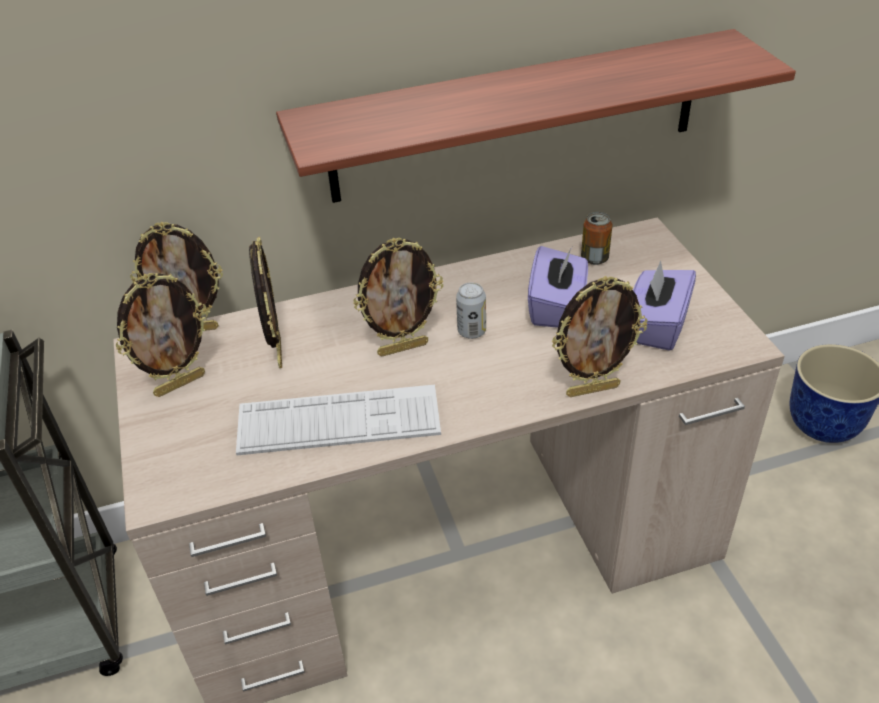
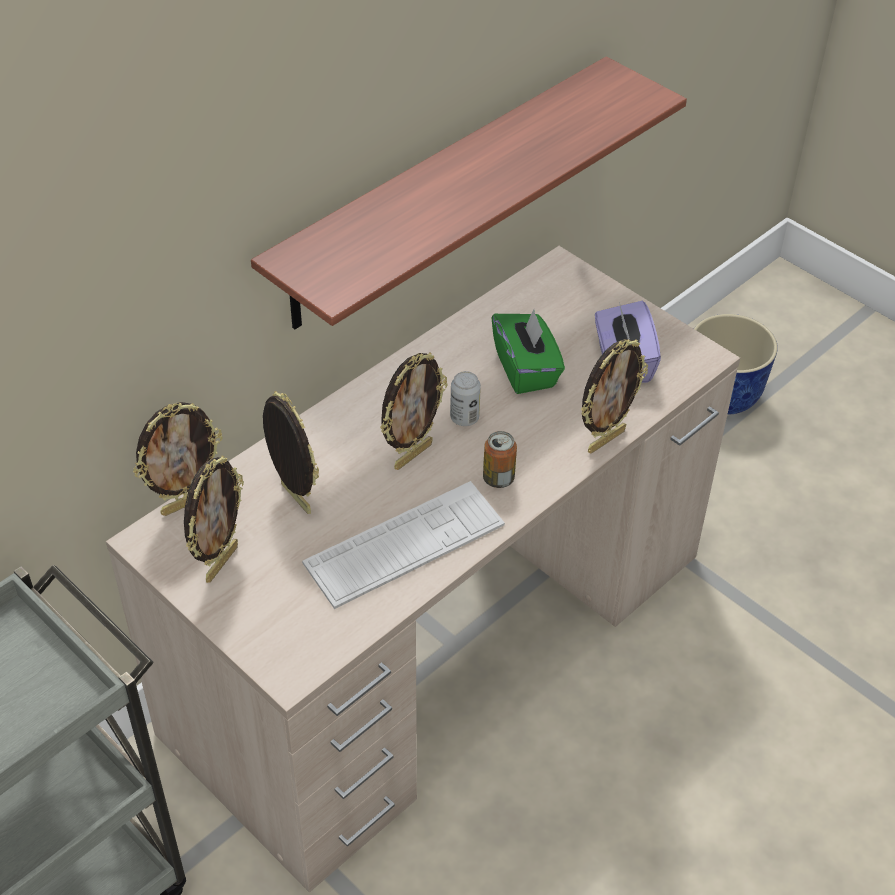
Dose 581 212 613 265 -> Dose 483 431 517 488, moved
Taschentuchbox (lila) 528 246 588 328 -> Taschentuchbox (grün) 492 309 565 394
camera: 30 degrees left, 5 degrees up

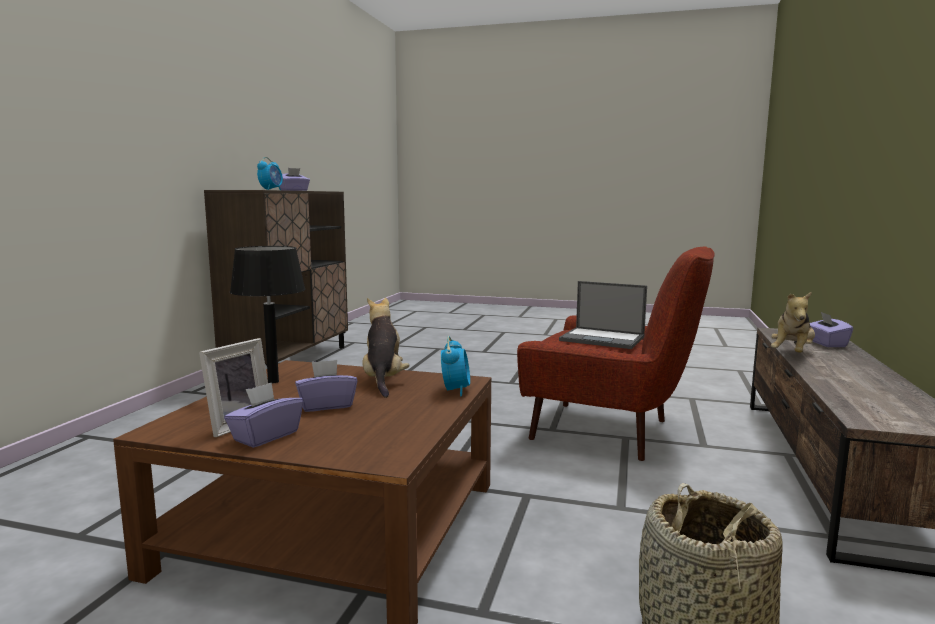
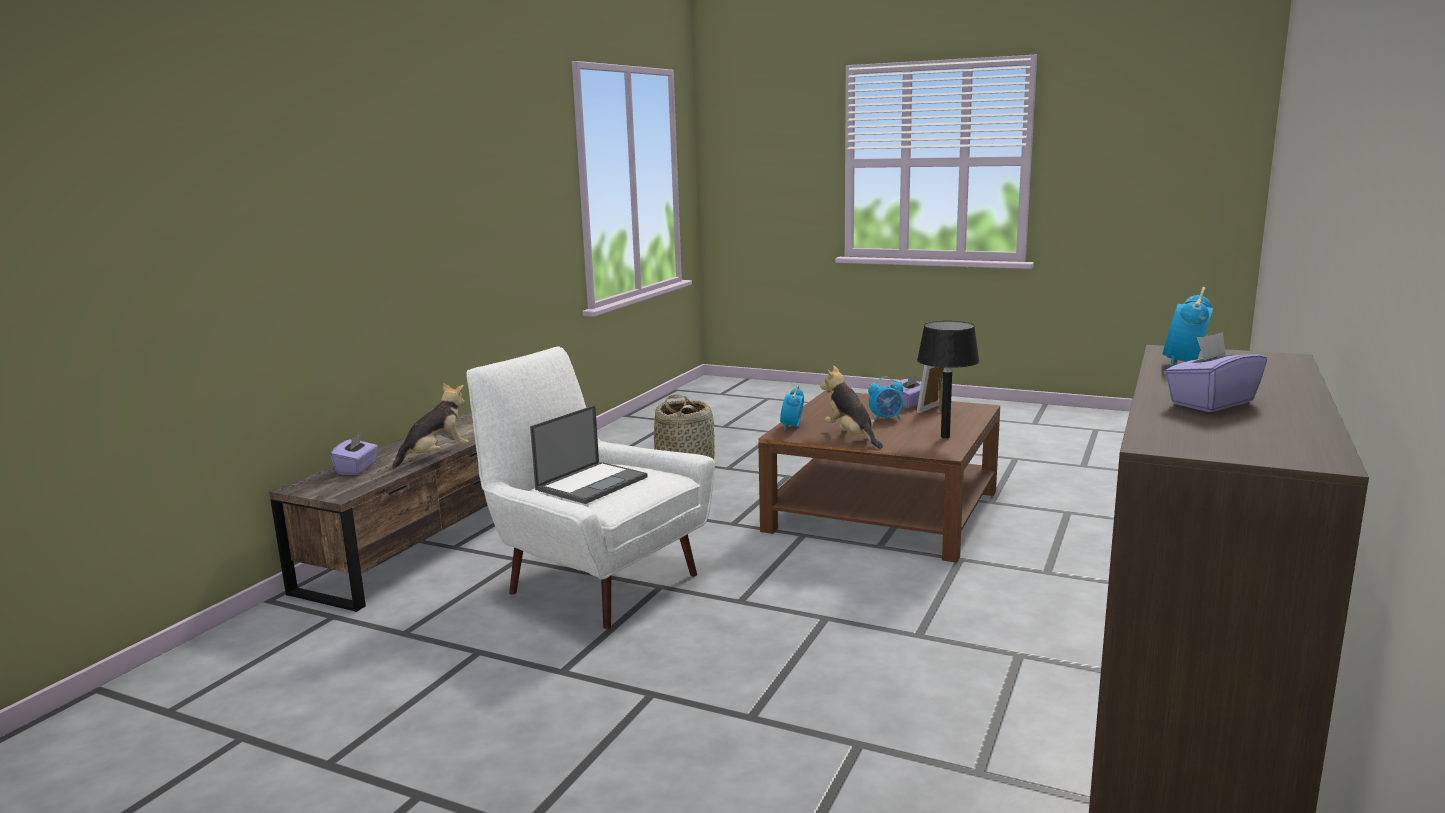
Sessel (rot) 517 246 715 461 -> Sessel (weiß) 466 346 715 629
Laptop 559 281 647 349 -> Laptop 530 405 648 504, 90 degrees clockwise
Plüschtier 362 298 409 398 -> Plüschtier 820 366 883 448, 150 degrees clockwise
Taschentuchbox (lila) 295 360 357 412 -> Wecker 868 377 903 421
camera: 170 degrees left, 5 degrees up

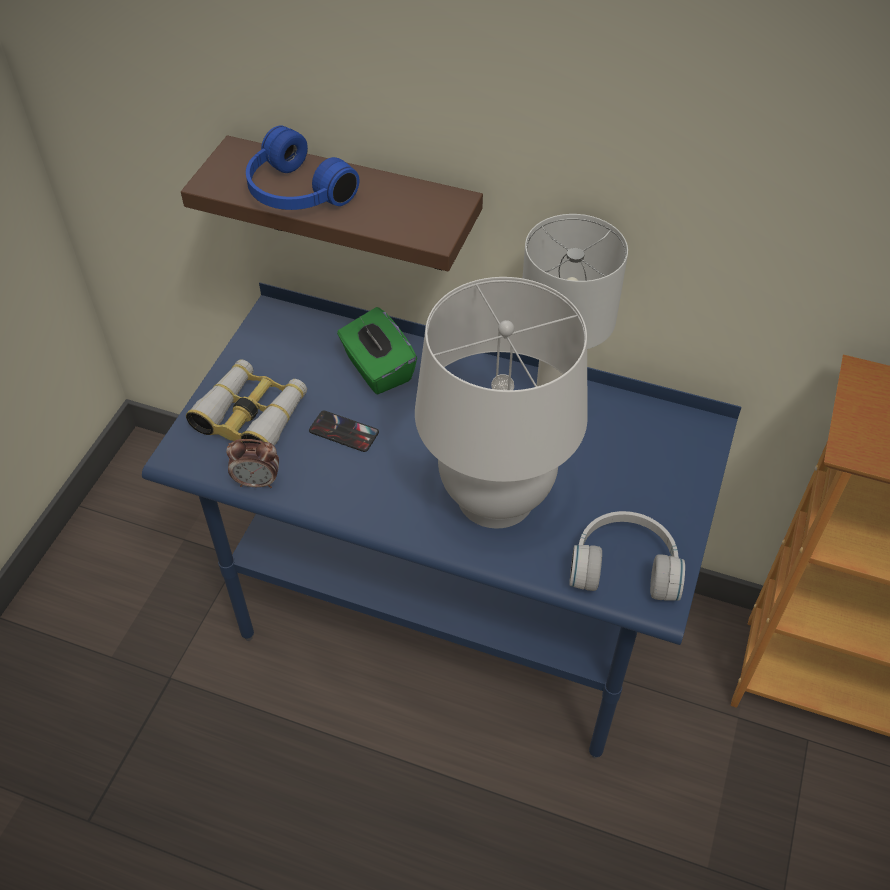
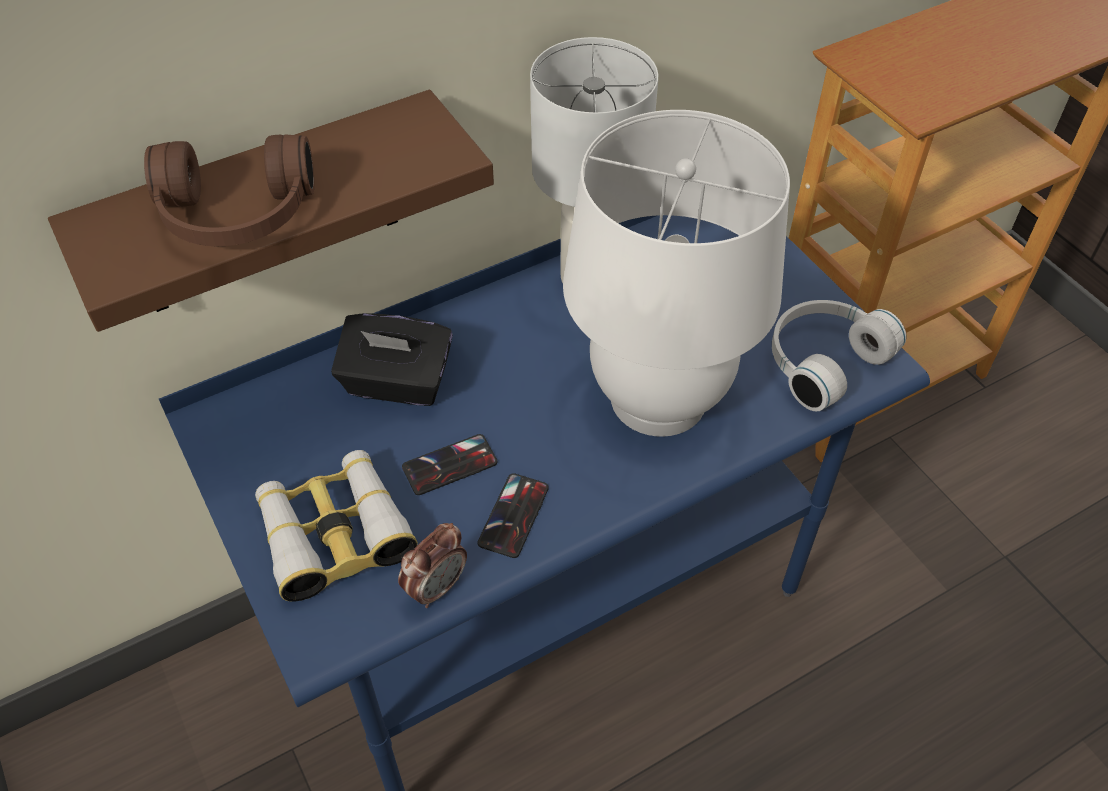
Kopfhörer (blau) 246 125 359 210 -> Kopfhörer (braun) 144 134 314 246
Taschentuchbox (grün) 337 307 417 394 -> Taschentuchbox (schwarz) 331 313 453 406
none -> Handy 478 473 549 558
camera: 50 degrees left, 0 degrees up

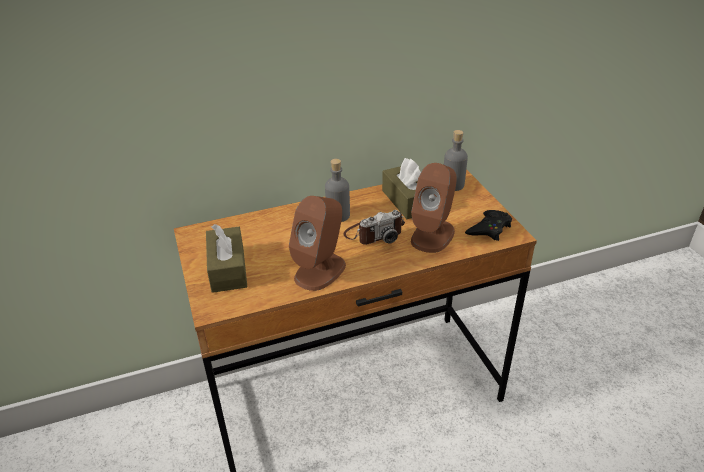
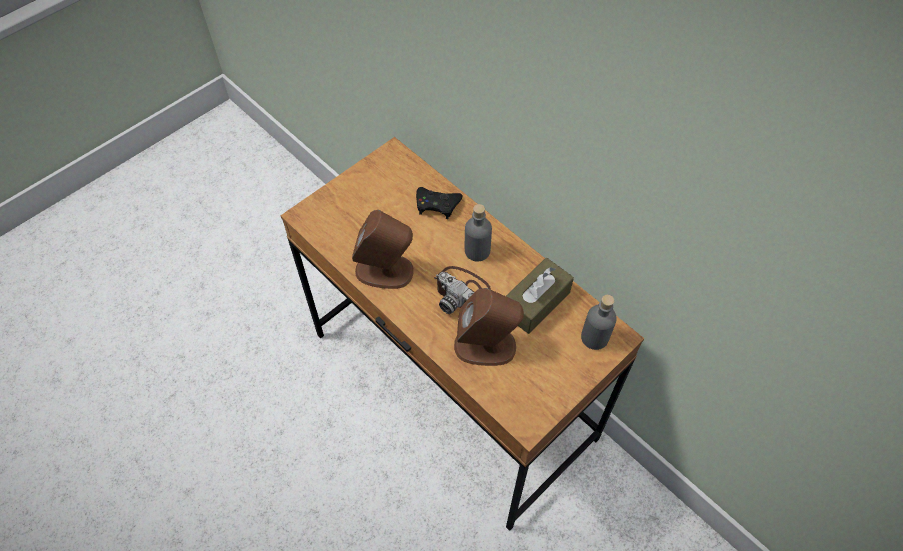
Gamepad (schwarz) 465 210 512 241 -> Gamepad (schwarz) 416 187 463 219, moved
Taschentuchbox (braun) 206 224 247 293 -> none
camera: 65 degrees right, 20 degrees up

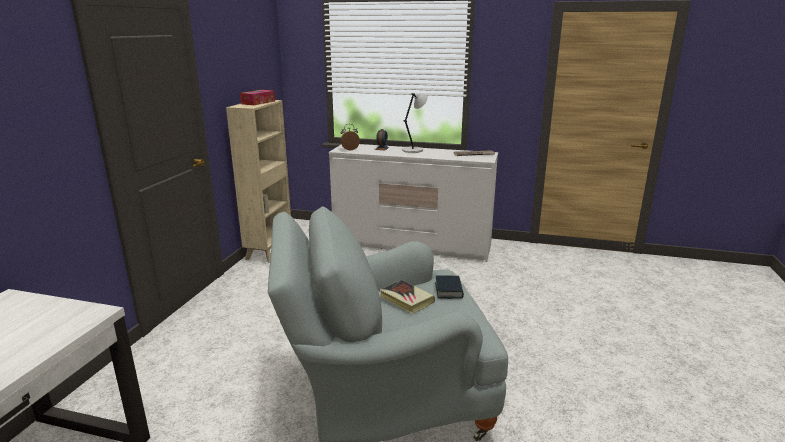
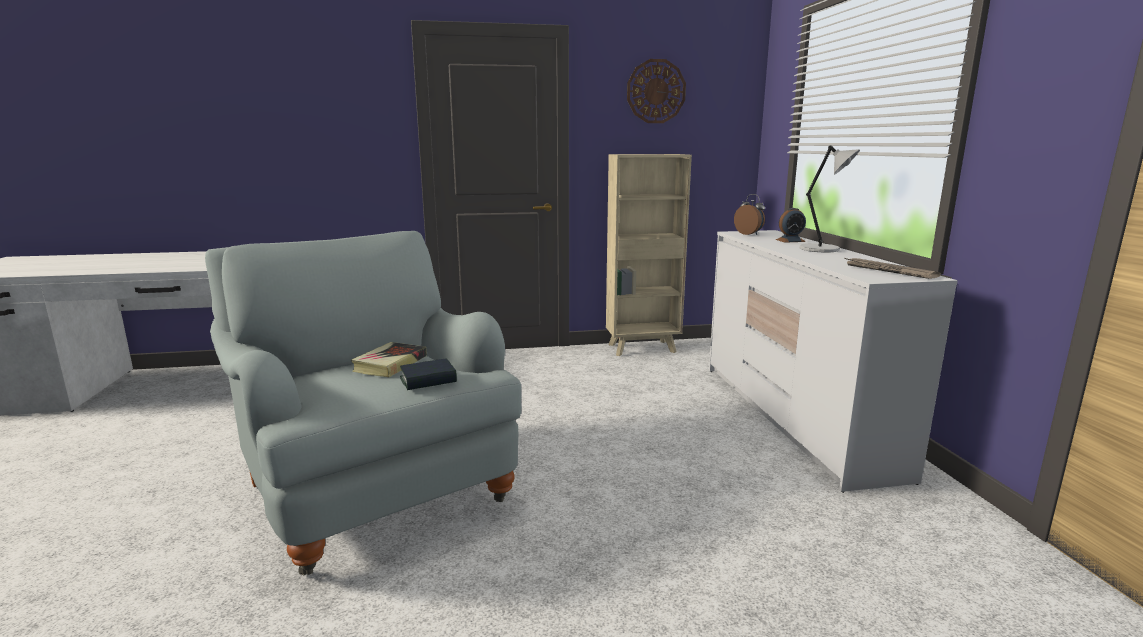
none -> Wanduhr 627 59 686 123
Taschentuchbox 240 90 275 105 -> none
camera: 65 degrees right, 5 degrees down

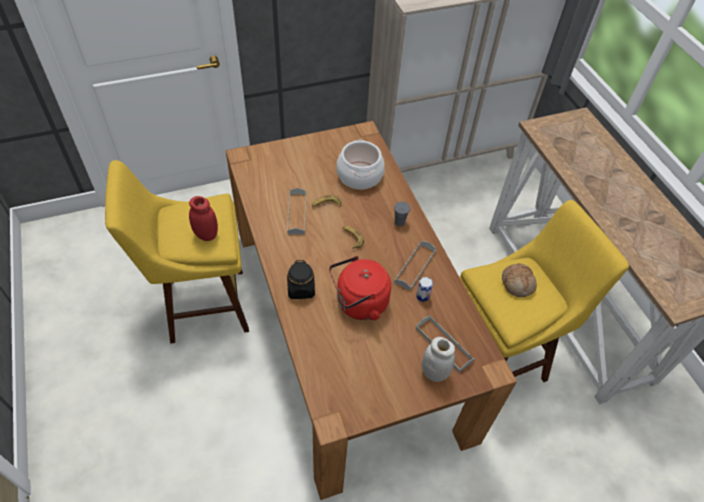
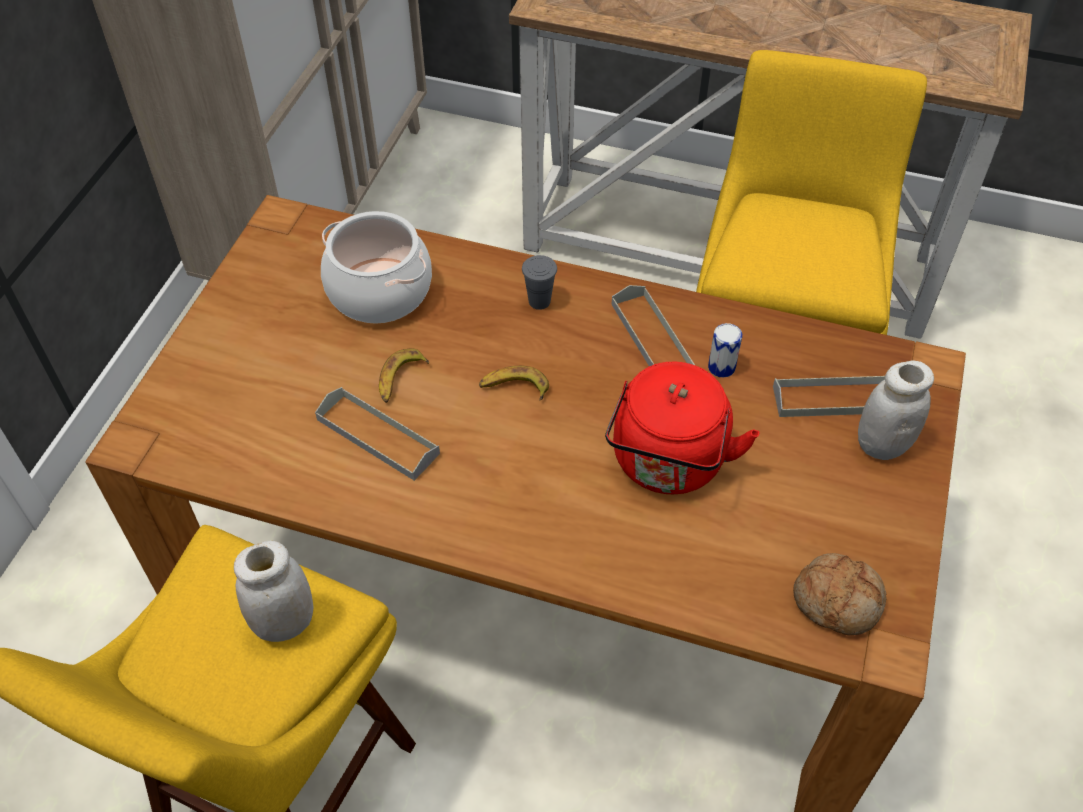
Vorratsglas (rot) 189 196 218 241 -> Vorratsglas (weiß) 234 541 314 642
Brot 502 263 537 297 -> Brot 793 553 887 635, moved
Vorratsglas (schwarz) 287 260 315 299 -> none
camera: 50 degrees left, 0 degrees up

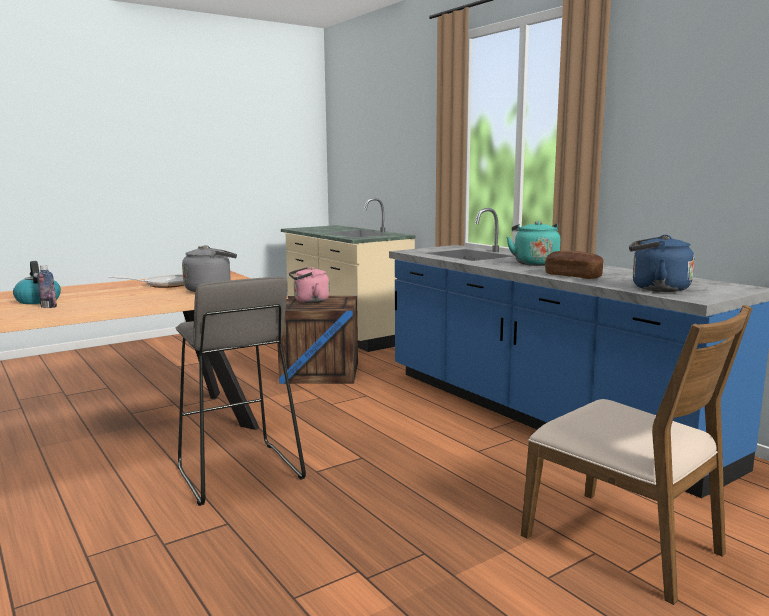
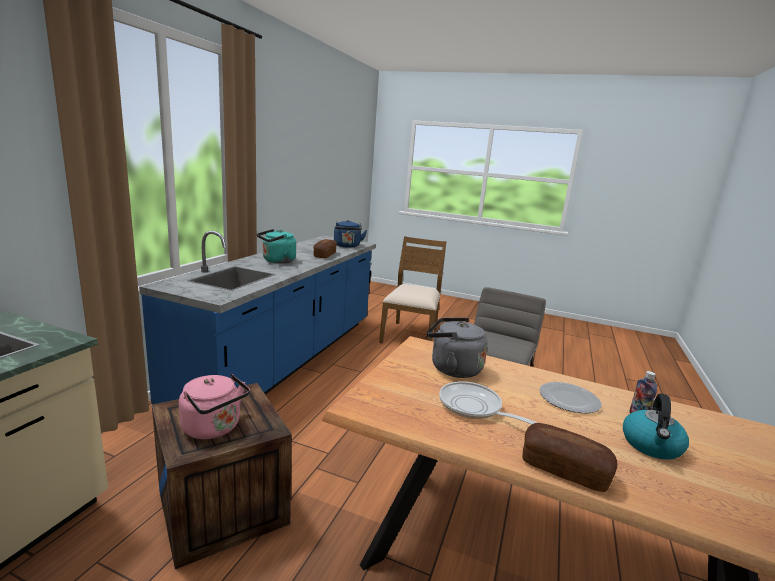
none -> Brot 522 423 617 492
none -> Teller 539 382 602 413
camera: 125 degrees left, 5 degrees up

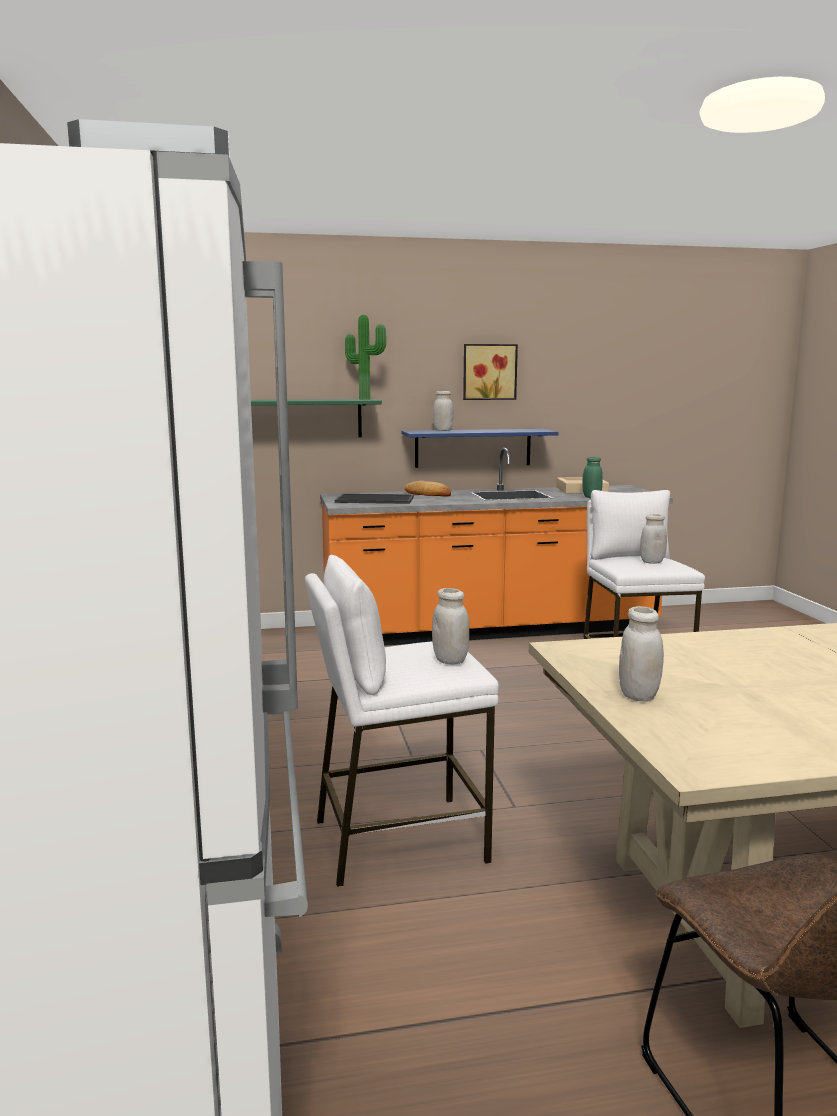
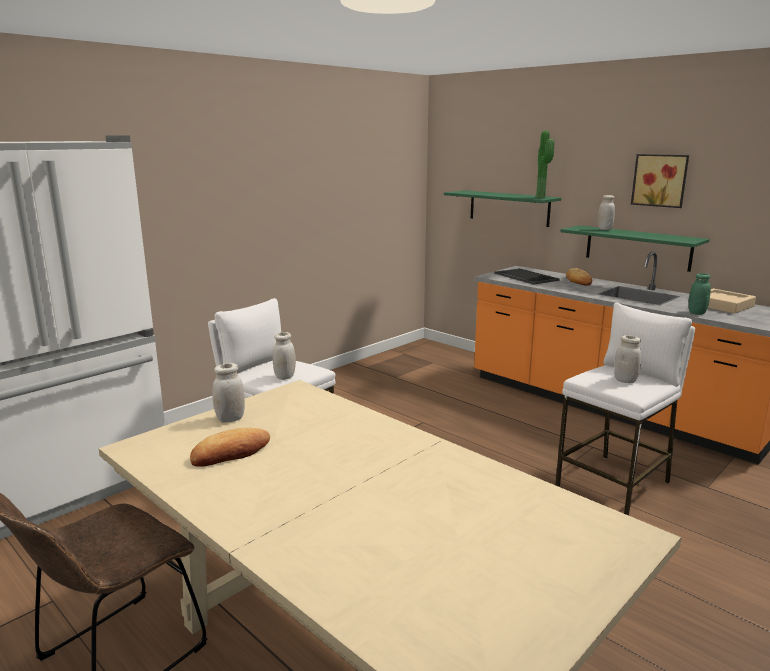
none -> Brot 190 428 270 467
Wandregal (blau) 401 429 559 468 -> Wandregal (grün) 560 225 710 272
camera: 55 degrees right, 5 degrees up

